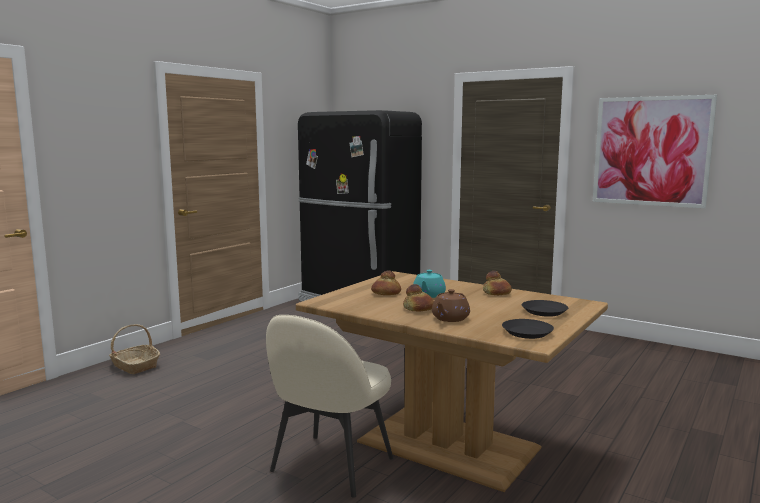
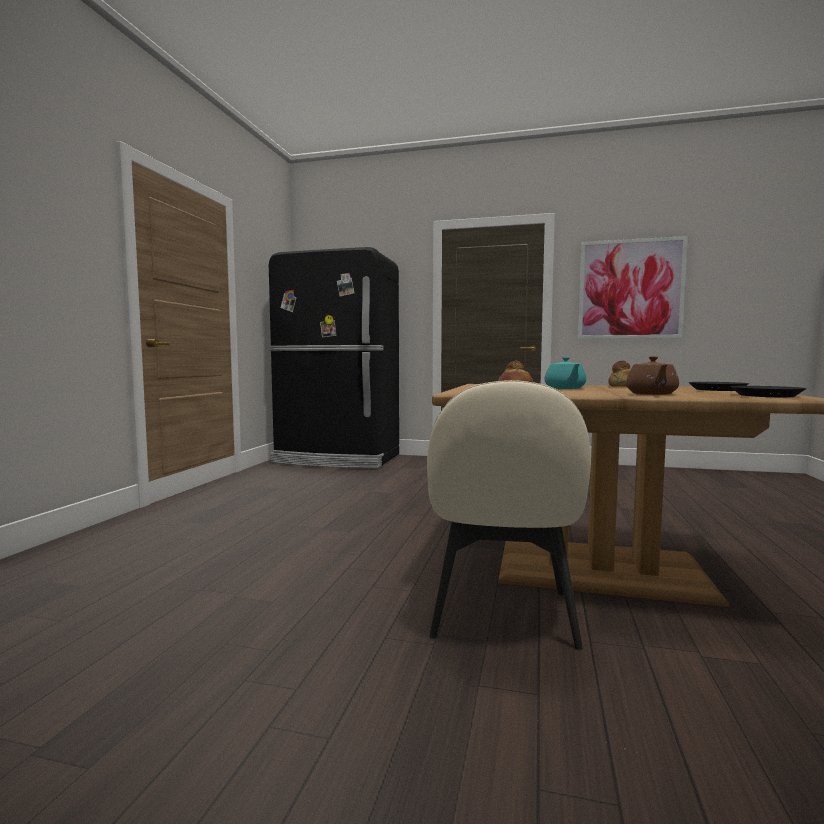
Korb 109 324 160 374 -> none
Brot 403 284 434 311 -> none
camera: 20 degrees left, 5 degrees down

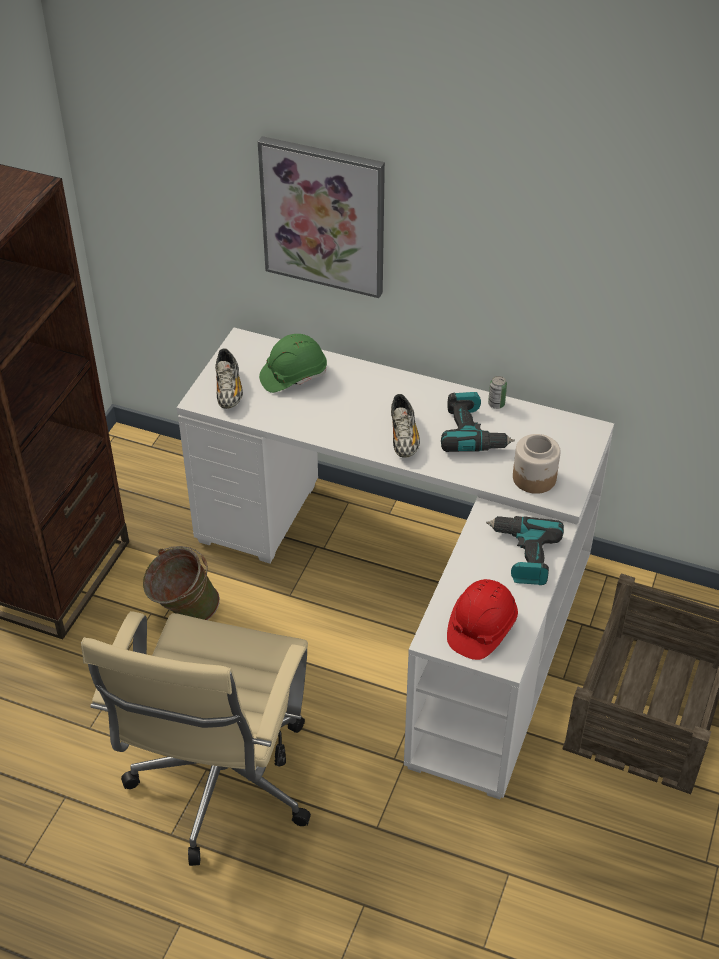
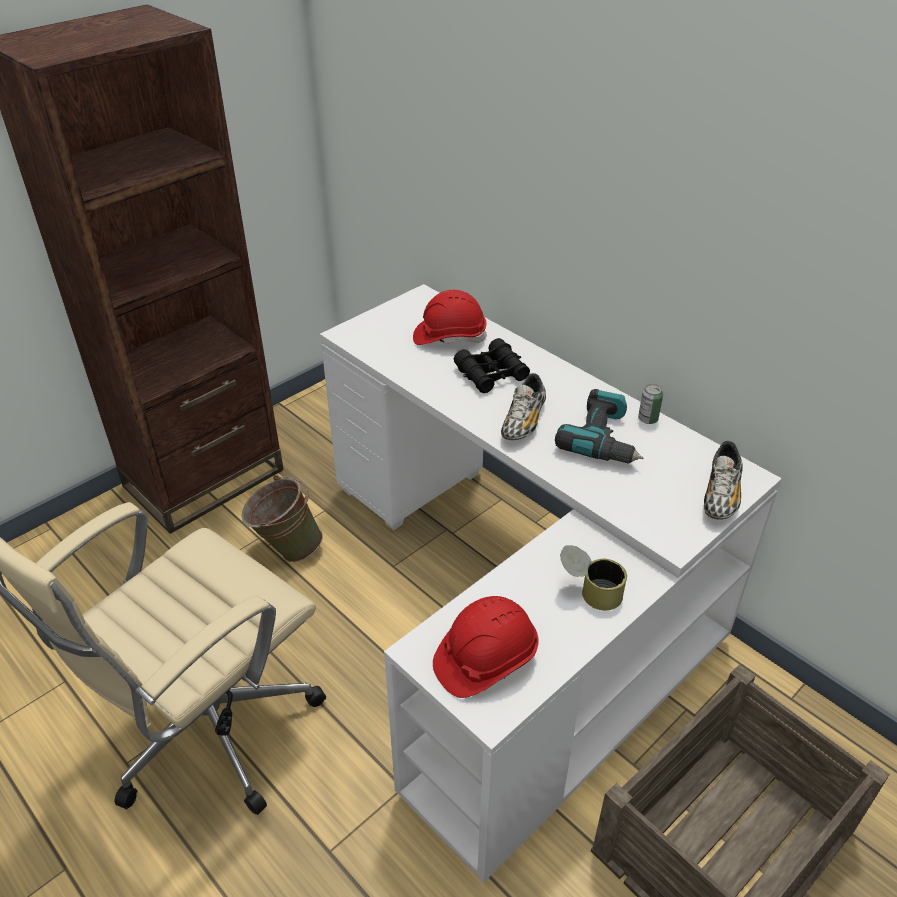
Schutzhelm (grün) 259 334 327 393 -> Schutzhelm (rot) 413 290 487 345
none -> Fernglas (schwarz) 454 338 530 393
Bohrmaschine 486 516 564 585 -> Dose 560 545 627 611
Schuh 215 349 243 409 -> Schuh 704 441 743 520, moved
Bild 258 136 385 298 -> none
Vorratsglas 513 434 560 494 -> none
camera: 25 degrees right, 5 degrees down

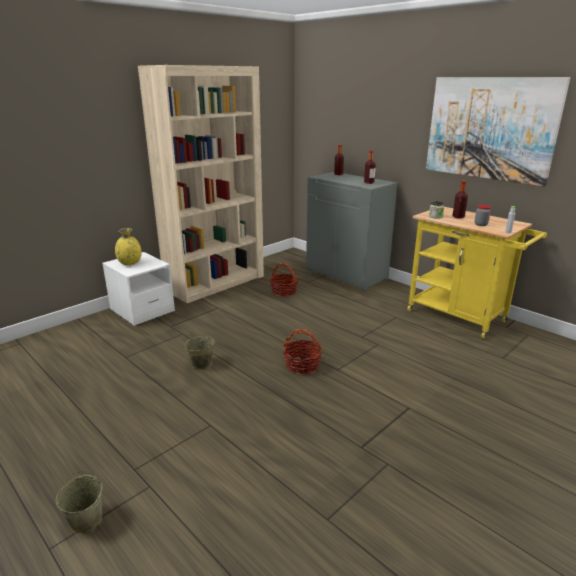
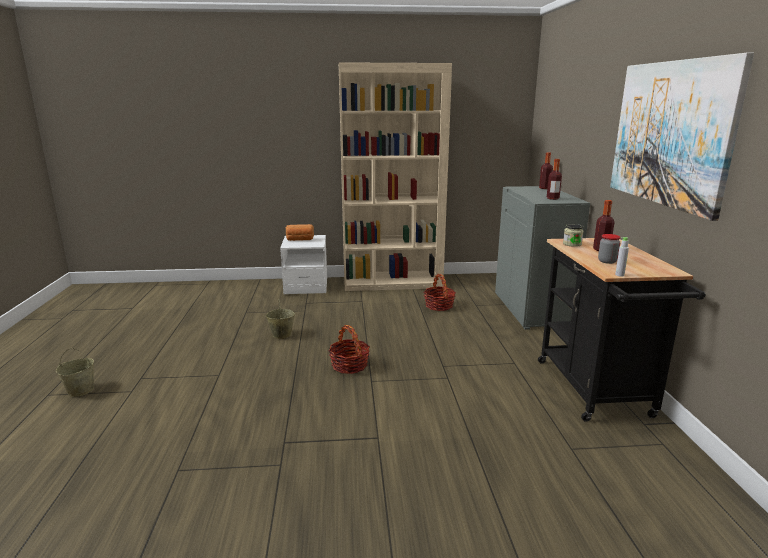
Vase (gelb) 115 228 142 265 -> Brot 286 224 314 241
Rollwagen (gelb) 407 207 547 339 -> Rollwagen (schwarz) 538 238 706 422
camera: 40 degrees right, 5 degrees down

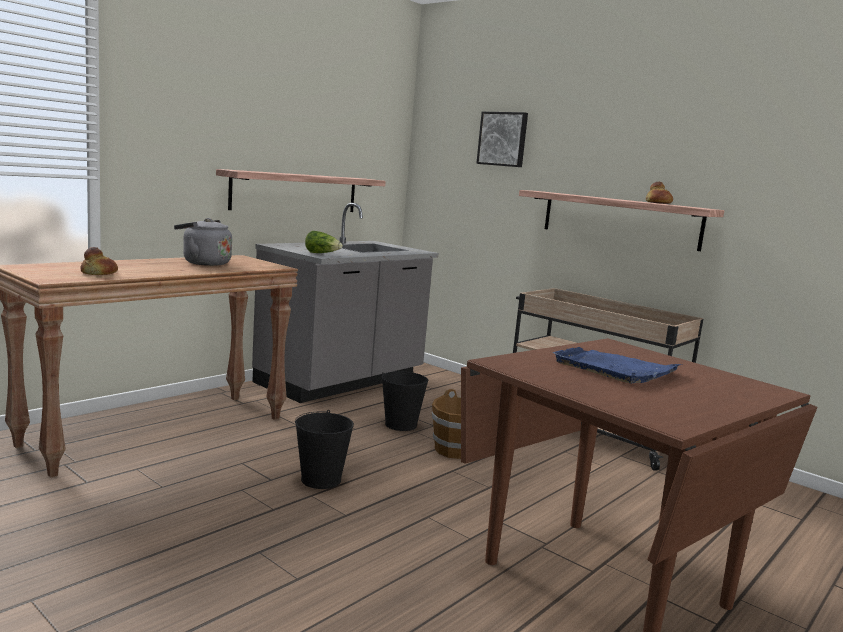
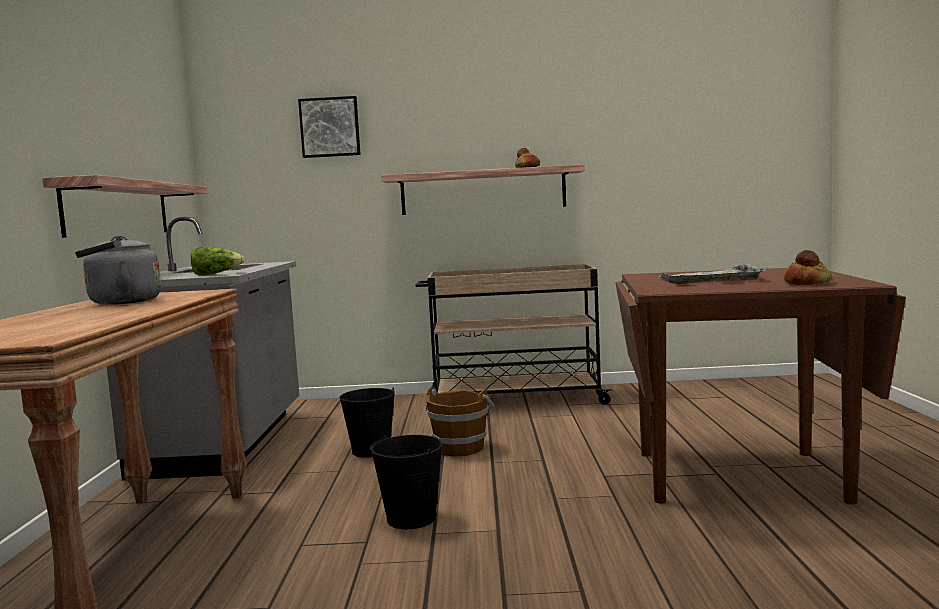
Tablett (blau) 553 347 683 383 -> Tablett (grau) 659 264 765 284
Brot 81 247 118 275 -> Brot 784 250 832 285, moved
camera: 40 degrees left, 5 degrees down

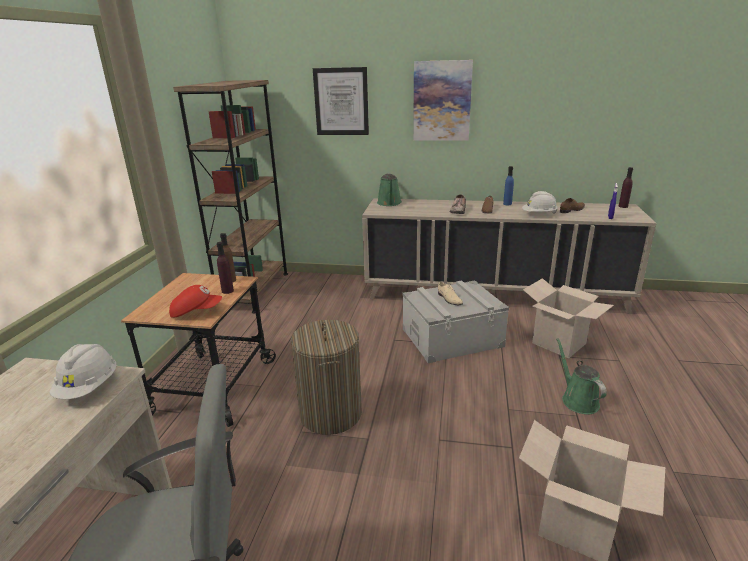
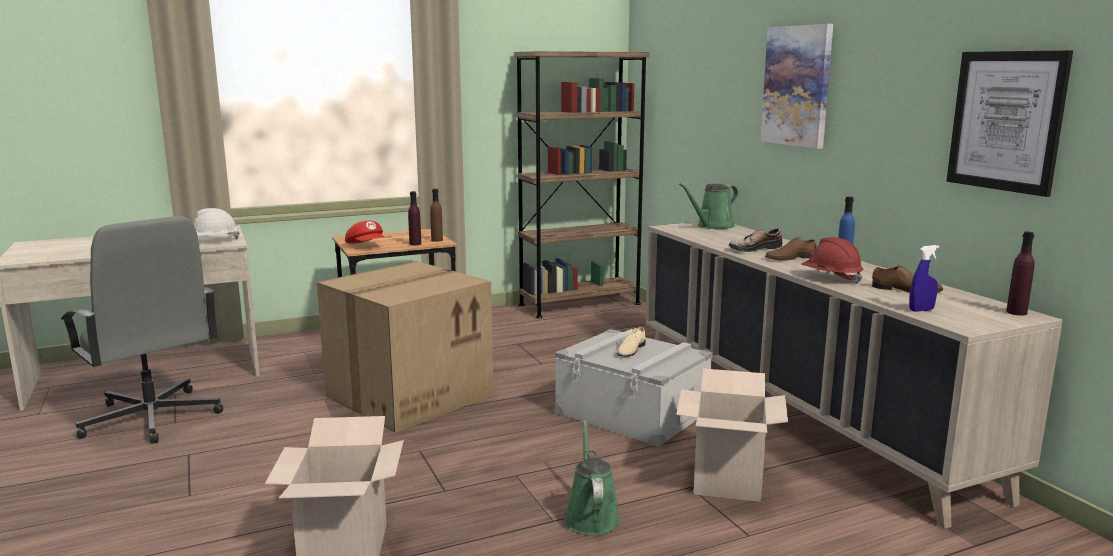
Wäschekorb 291 320 362 435 -> Karton 317 261 494 433
Gießkanne (grün) 556 338 607 414 -> Gießkanne (grün) 564 420 620 535, 45 degrees counterclockwise
Schutzhelm (weiß) 522 191 558 214 -> Schutzhelm (rot) 802 237 863 284
Bild 313 67 369 135 -> Bild 947 50 1073 197, moved
camera: 55 degrees right, 10 degrees down

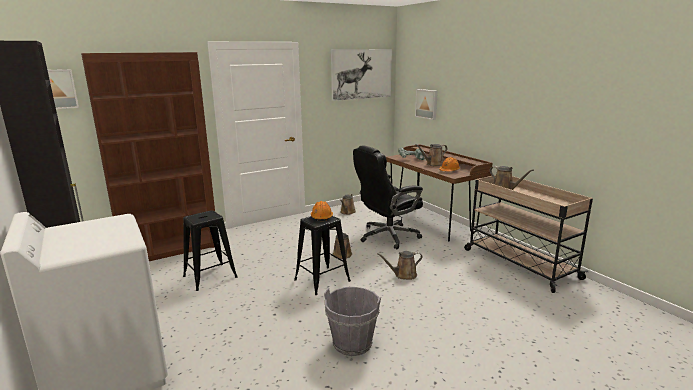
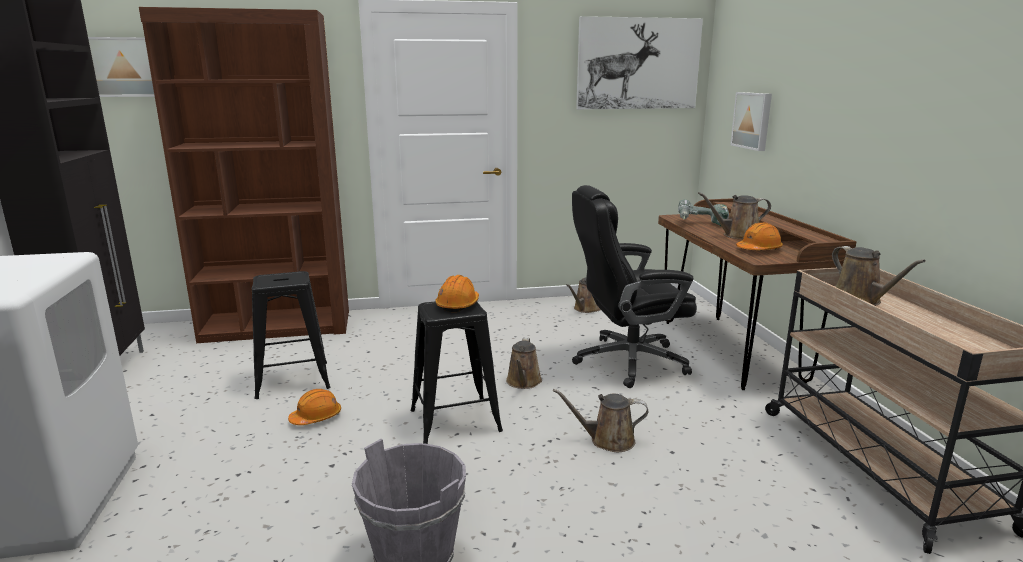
none -> Schutzhelm (orange) 288 389 341 425
camera: 20 degrees right, 0 degrees up

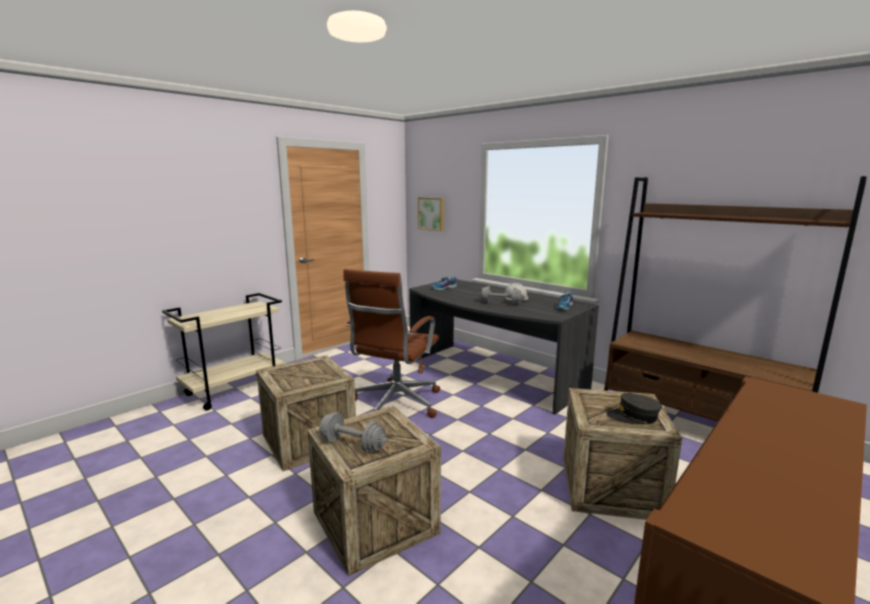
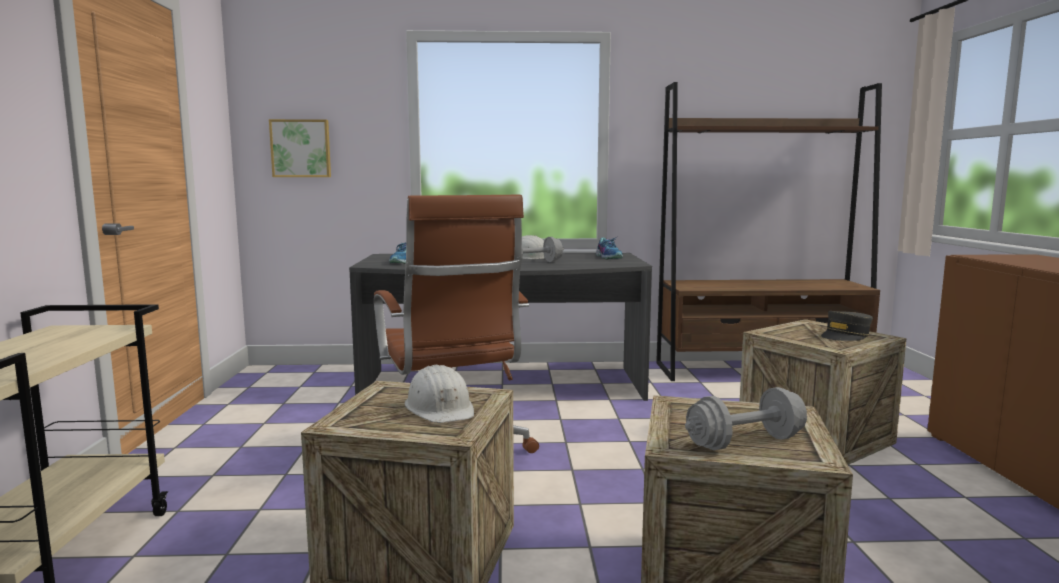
none -> Schutzhelm (weiß) 405 365 474 423
camera: 45 degrees left, 5 degrees down

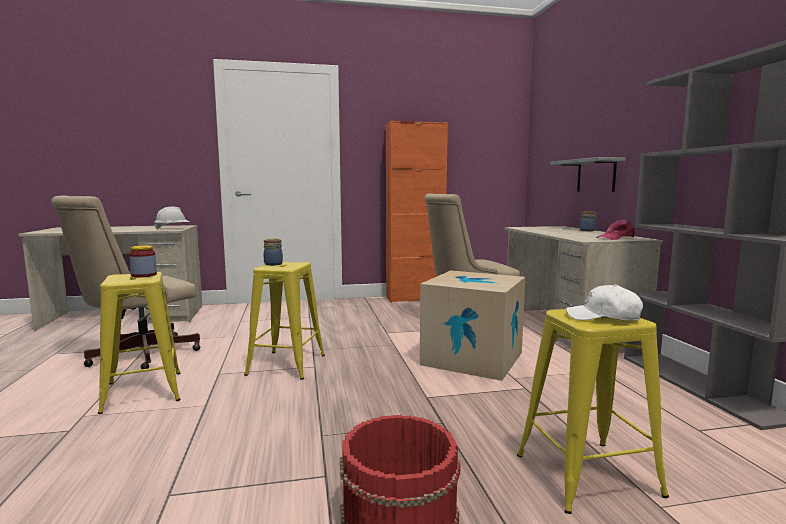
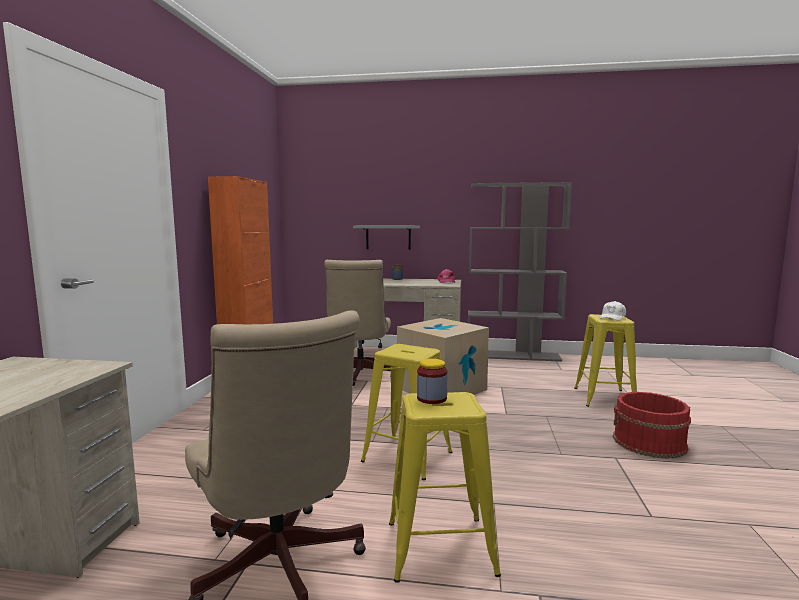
Schutzhelm (weiß) 154 207 189 229 -> none
Vorratsglas 264 239 283 266 -> none
camera: 70 degrees left, 0 degrees up

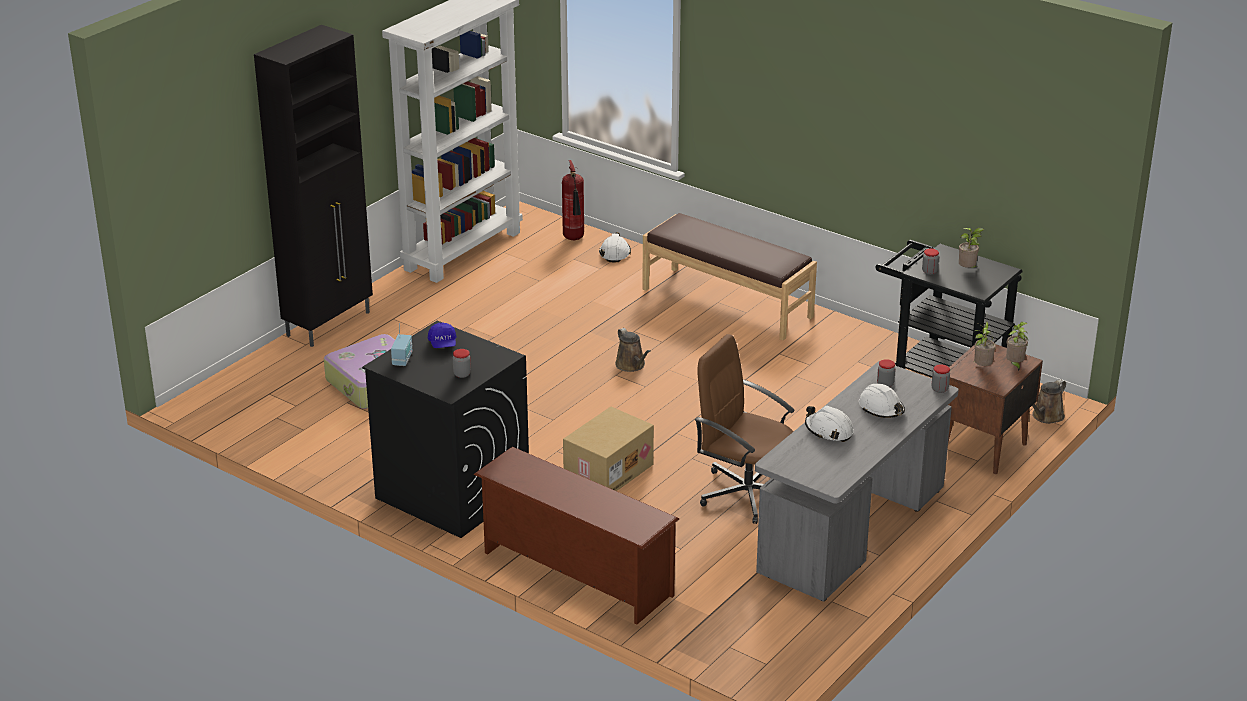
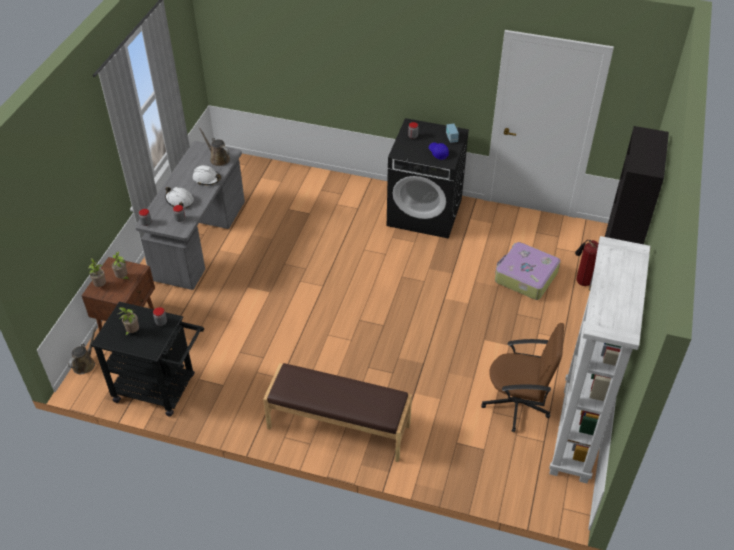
Gießkanne (braun) 615 328 651 372 -> Gießkanne (braun) 199 127 230 166, moved
Bürostuhl (braun) 695 334 795 524 -> Bürostuhl (braun) 481 323 564 432, moved
Feuerlöscher 562 160 584 240 -> Feuerlöscher 575 240 598 286, moved
Schuhregal (braun) 474 447 679 624 -> none
Karton 563 407 654 491 -> none
Schutzhelm (weiß) 599 232 631 262 -> none
camera: 160 degrees right, 15 degrees up

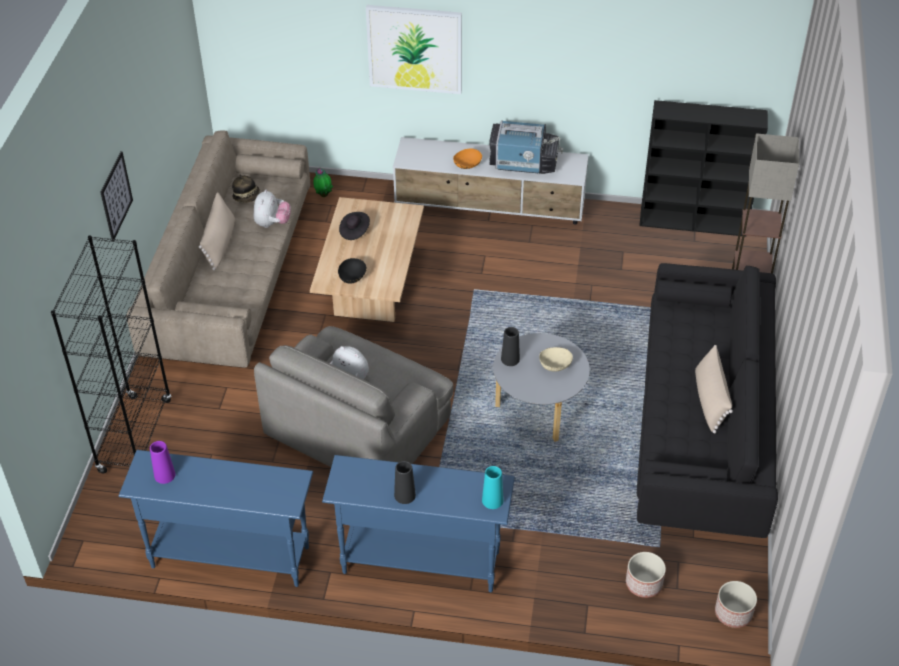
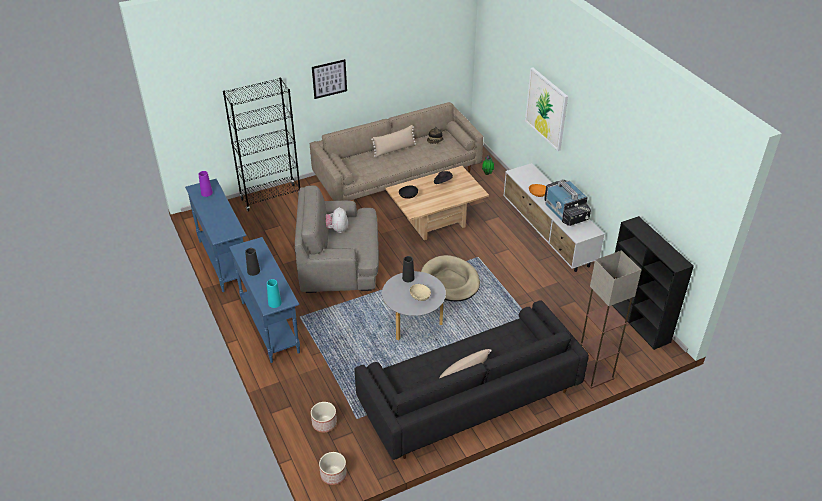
none -> Hundebett (beige) 421 255 480 301
Plüschtier 254 189 291 228 -> none
camera: 55 degrees right, 5 degrees down

